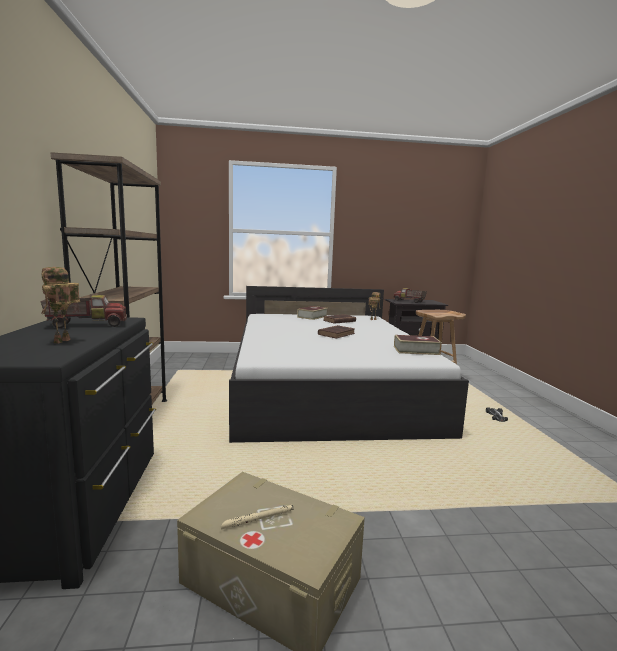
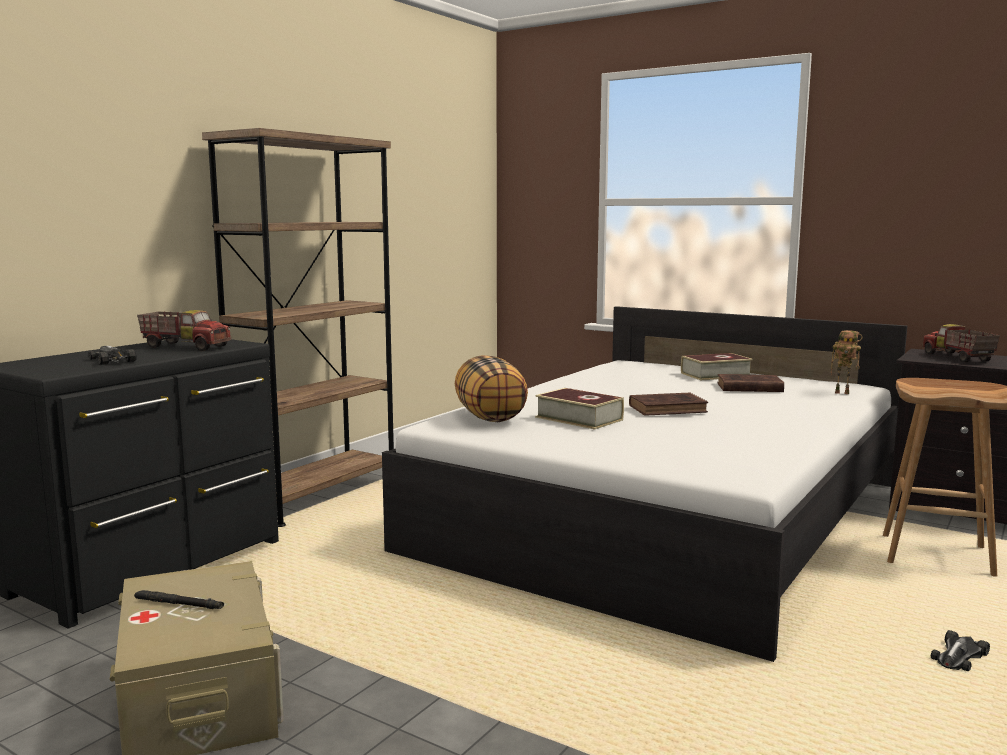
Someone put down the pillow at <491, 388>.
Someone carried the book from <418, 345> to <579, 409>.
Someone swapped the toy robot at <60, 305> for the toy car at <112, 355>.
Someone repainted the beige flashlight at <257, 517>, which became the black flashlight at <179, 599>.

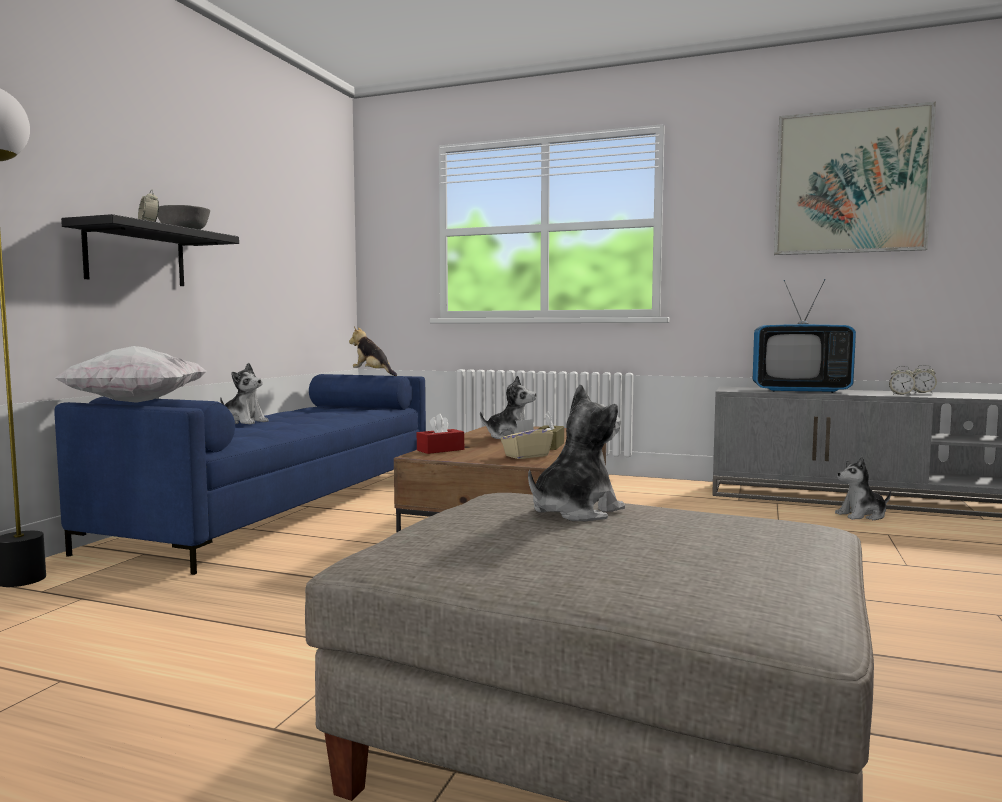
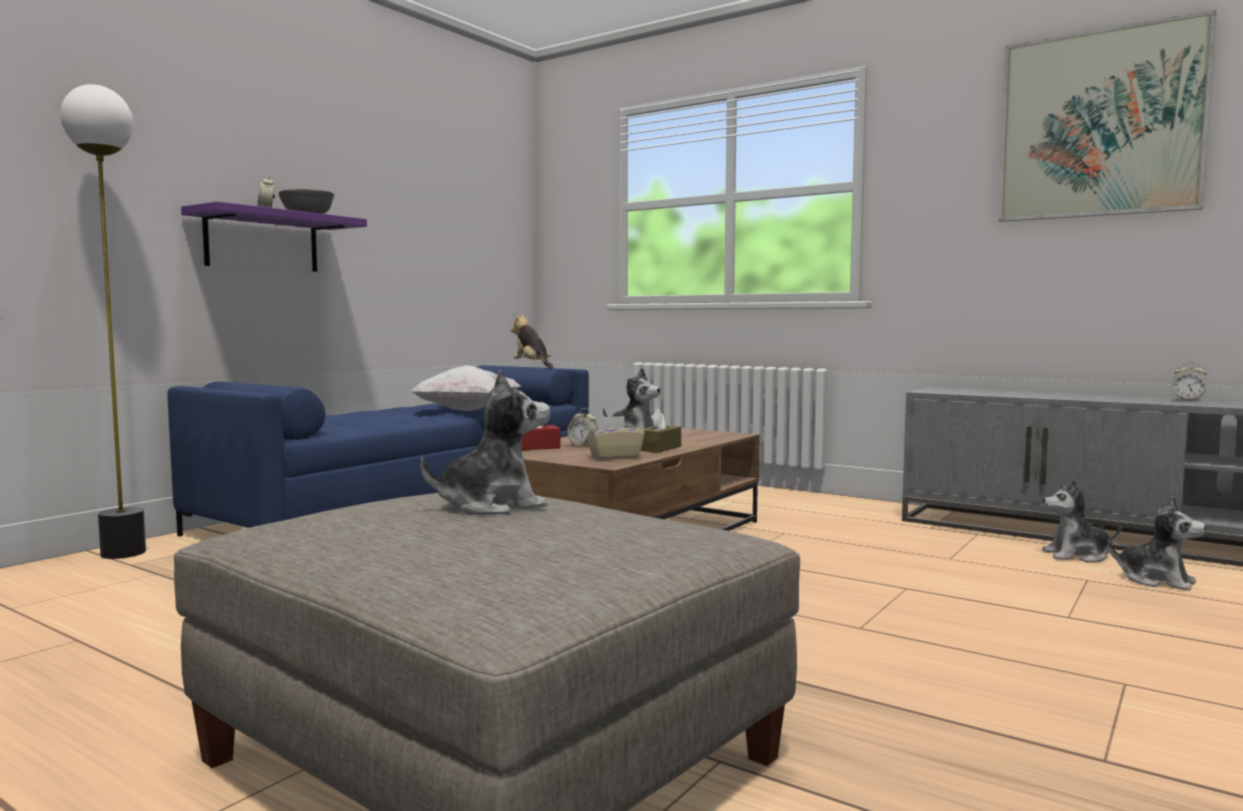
Someone took away the television at <804, 336>.
Someone carried the white pillow from <131, 374> to <465, 388>.
Someone carried the plush toy from <244, 393> to <1157, 543>.
Someone carried the alarm clock from <902, 380> to <583, 427>.
Someone repainted the black shelf at <150, 250>, which became the purple shelf at <274, 236>.

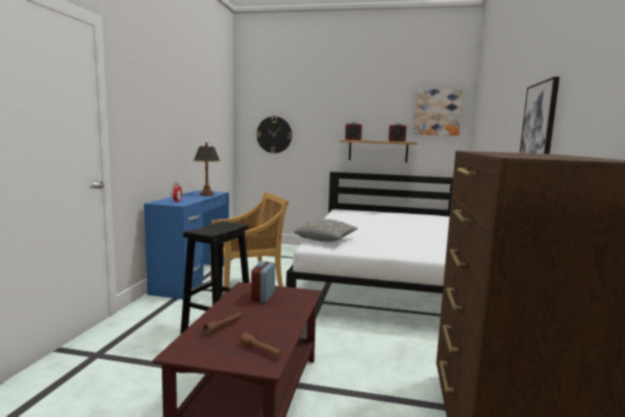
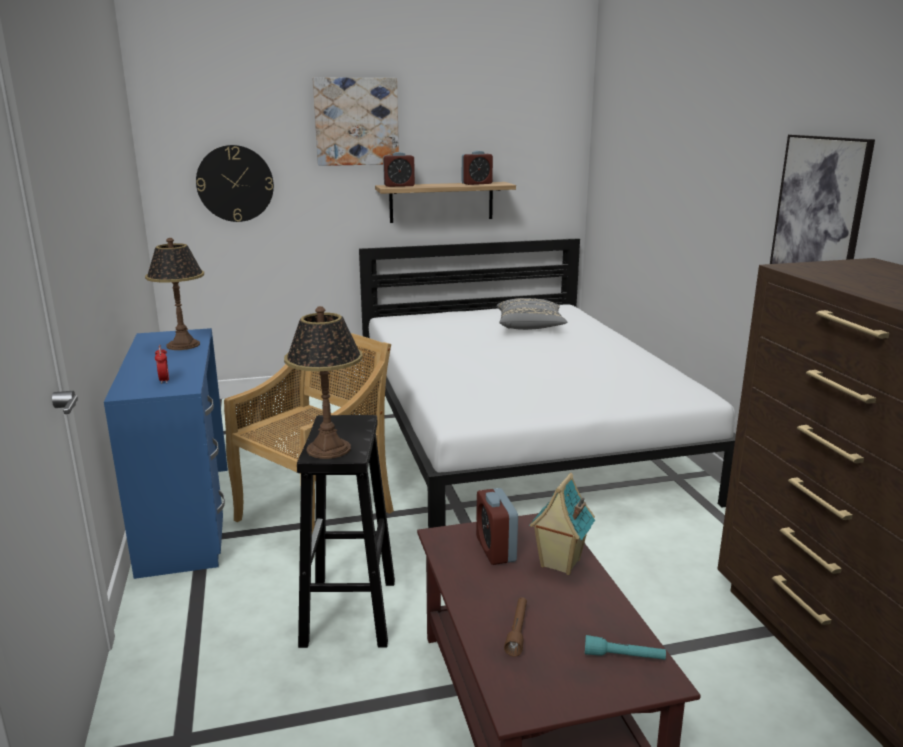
Someone put down the table lamp at <323, 382>.
Someone put down the toy house at <562, 524>.
Someone carried the grey pillow from <326, 230> to <532, 314>.
Someone carried the picture from <438, 112> to <355, 121>.
Someone repainted the brown flashlight at <261, 345>, which became the turquoise flashlight at <625, 647>.

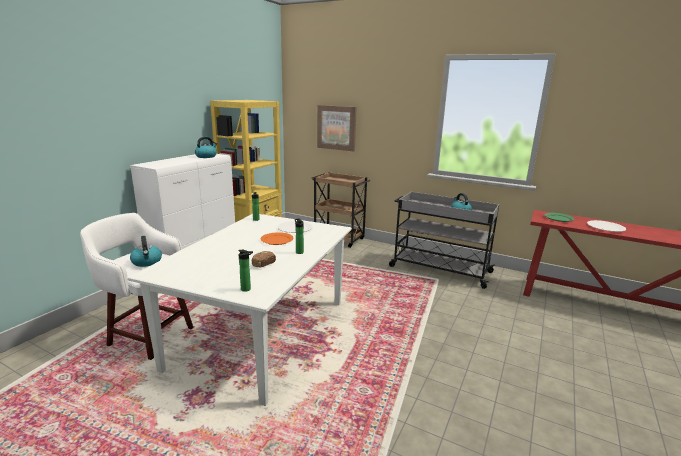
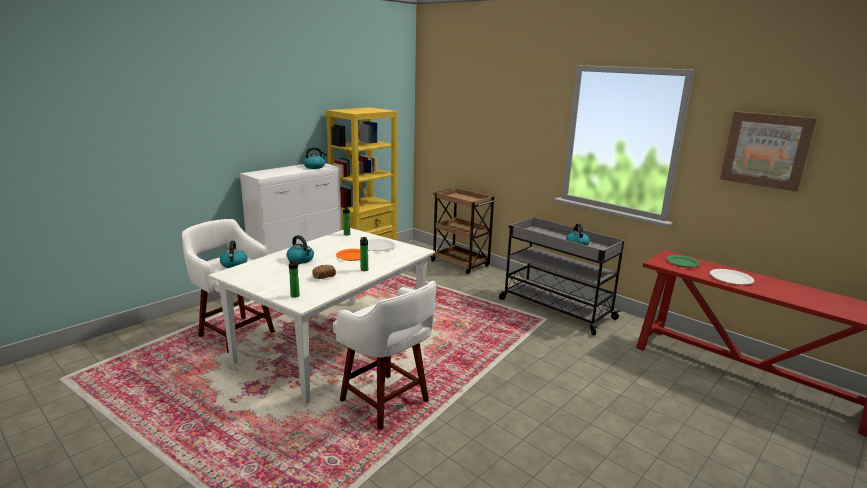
Someone put down the kettle at <300, 249>.
Someone put down the white stool at <384, 355>.
Someone carried the picture from <337, 128> to <768, 151>.

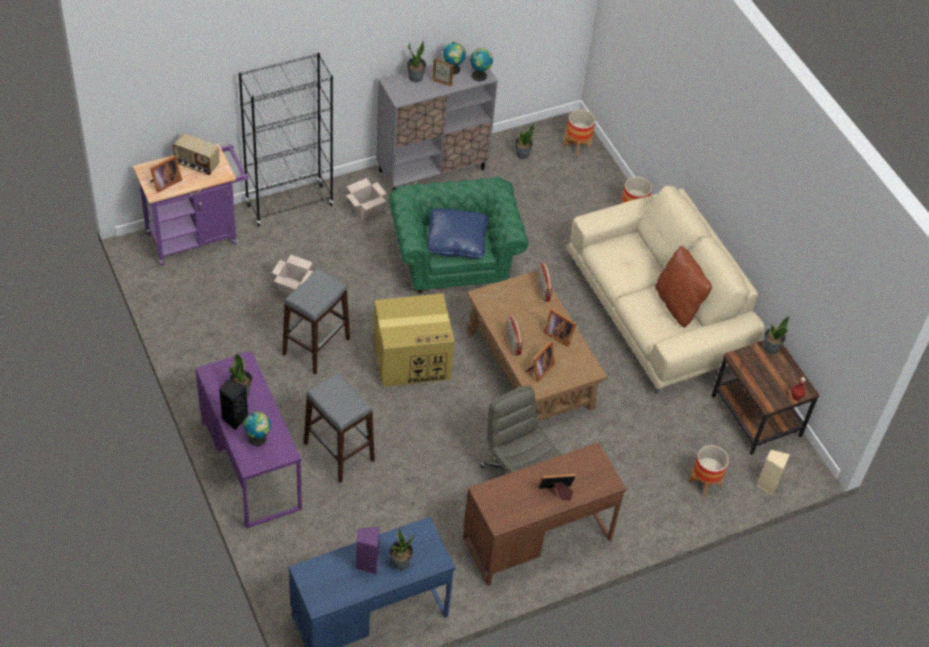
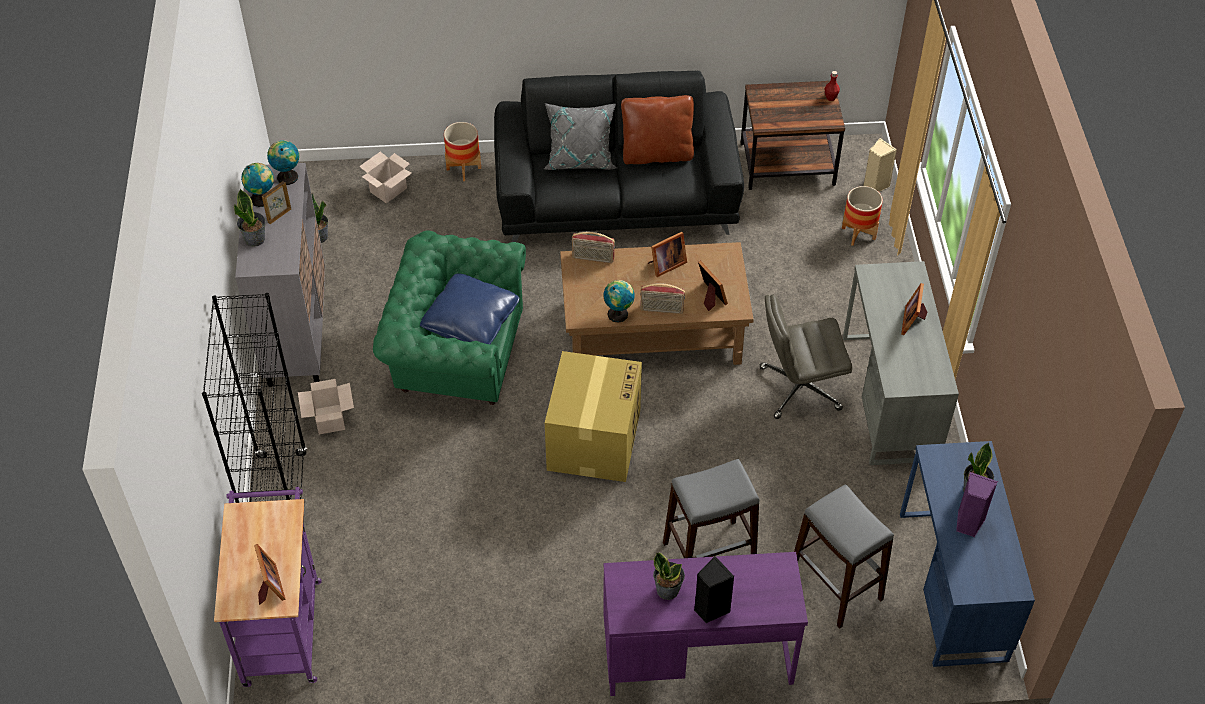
Someone took away the radio at <196, 154>.
Someone took away the planter at <579, 133>.
Someone took away the potted plant at <776, 335>.
Someone put down the grey pillow at <580, 136>.
Someone carried the globe from <257, 428> to <619, 301>.
Someone carried the cardboard box from <293, 275> to <385, 178>.
Someone carried the grey stool from <316, 321> to <844, 556>.
Someone repainted the brown desk at <544, 514>, which became the grey desk at <901, 363>.
Someone repainted the beige sofa at <666, 290>, which became the black sofa at <619, 156>.

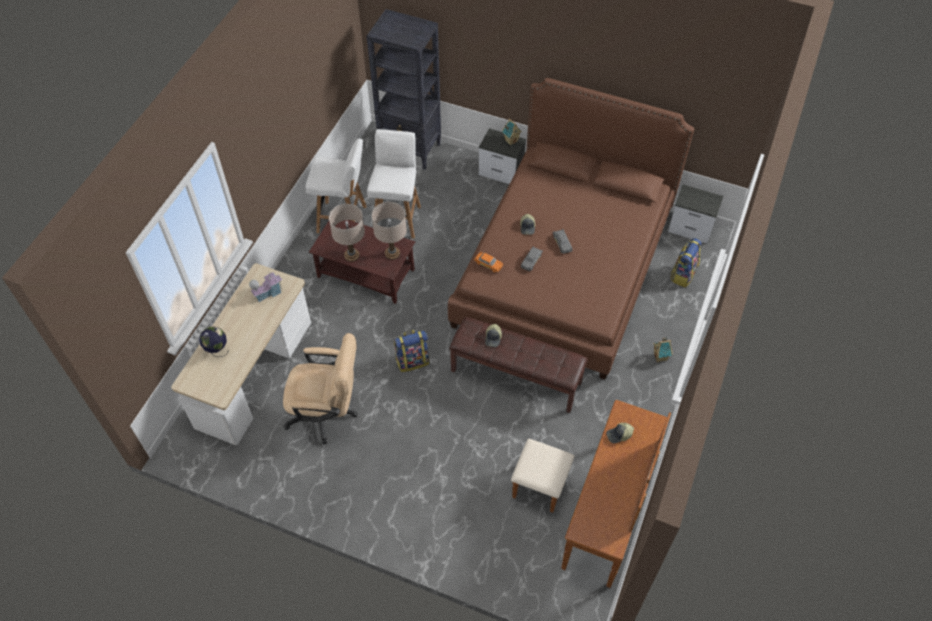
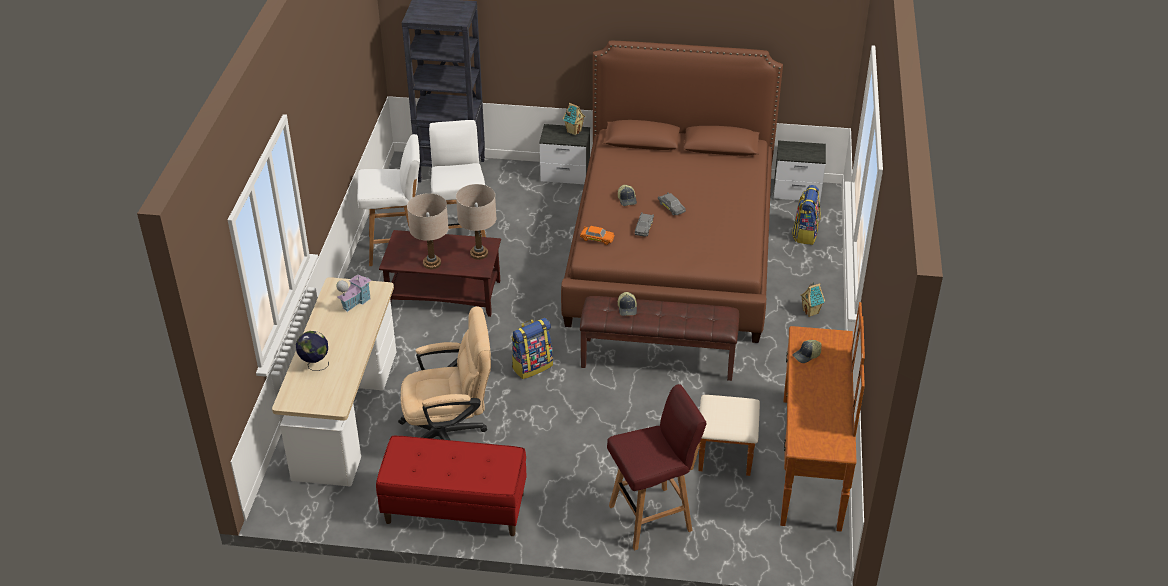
Someone put down the red bench at <451, 486>.
Someone put down the red stool at <657, 467>.

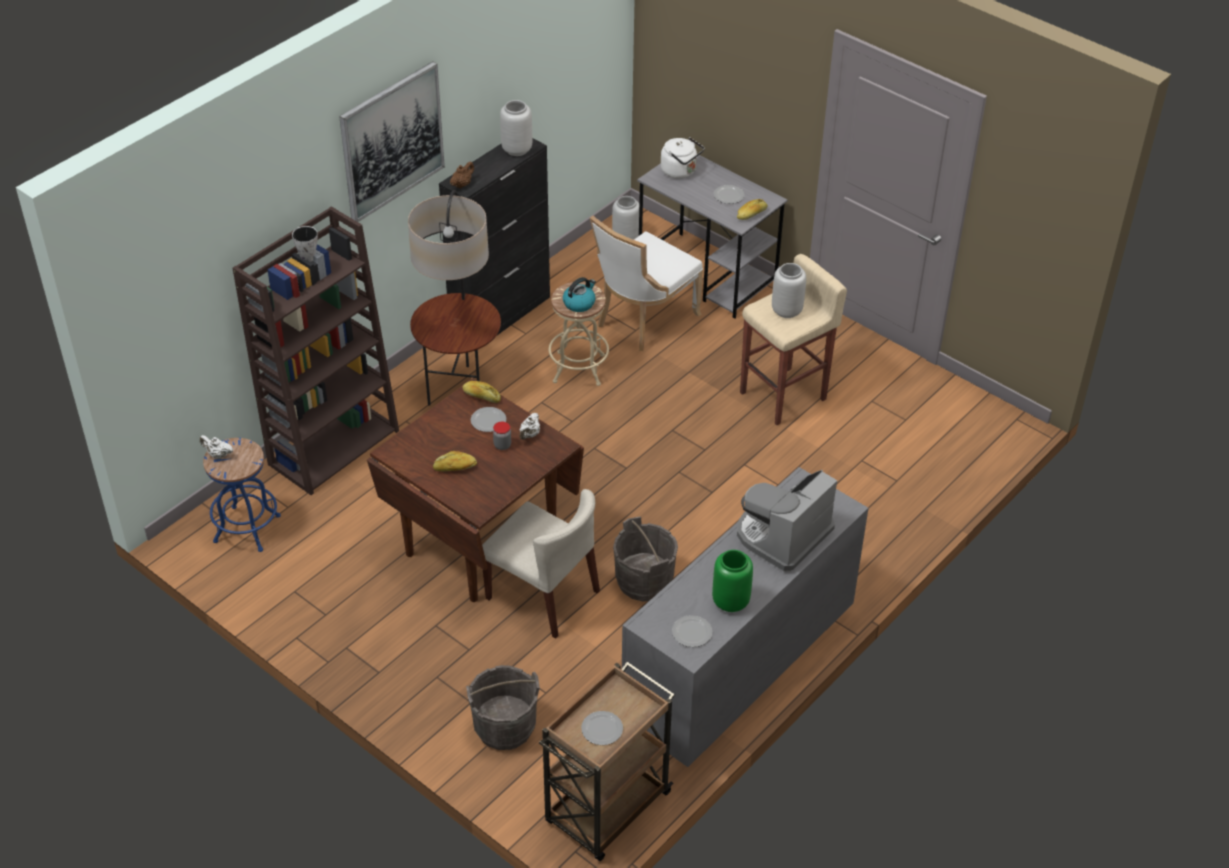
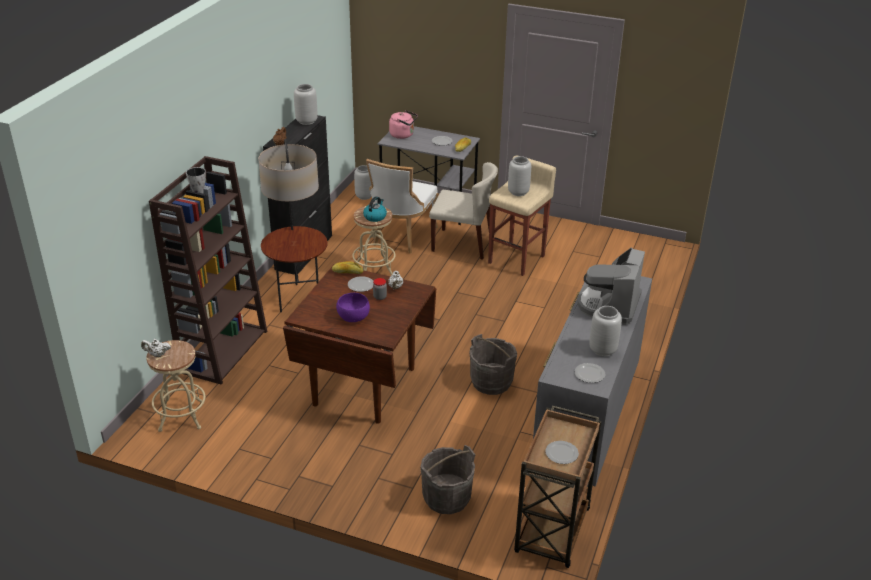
Someone took away the picture at <392, 142>.
Someone carried the beige chair from <541, 564> to <463, 211>.
Someone swapped the bread at <455, 461> for the purple bowl at <353, 307>.
Someone repainted the blue stool at <242, 495>, which became the beige stool at <176, 386>.
Someone repainted the white kettle at <683, 158>, which became the pink kettle at <403, 124>.
Someone repainted the green vase at <732, 581>, which became the grey vase at <605, 331>.

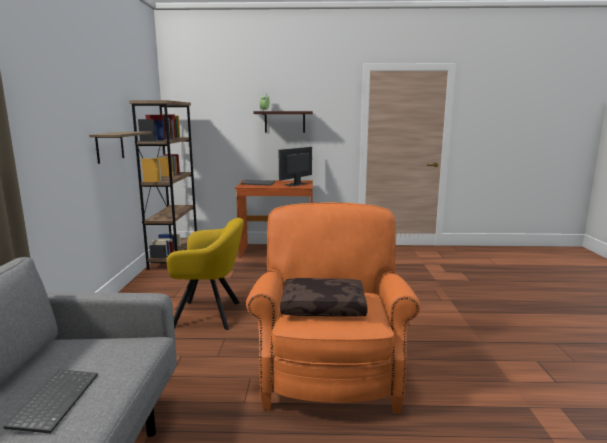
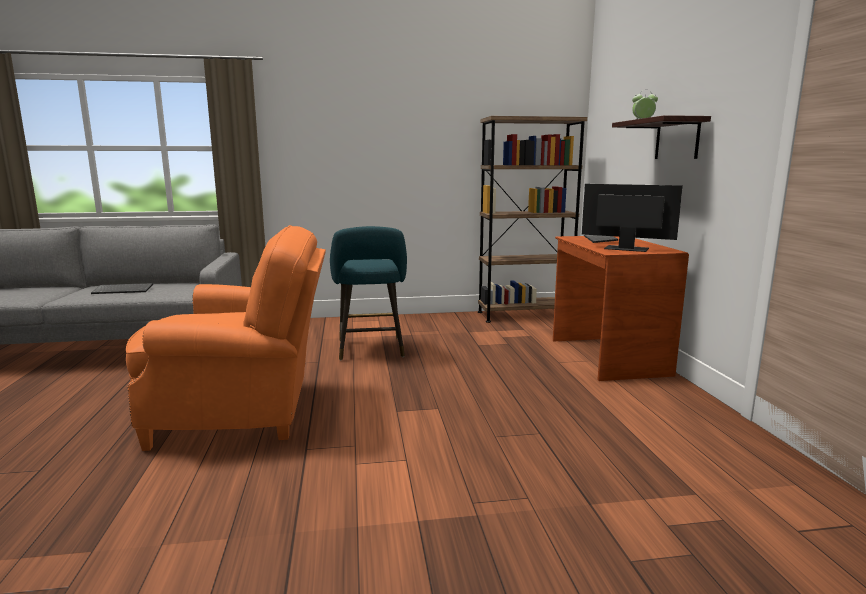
Someone took away the shelf at <120, 147>.
Someone took away the brown pillow at <324, 297>.
Someone swapped the yellow armchair at <205, 274> for the turquoise stool at <368, 293>.

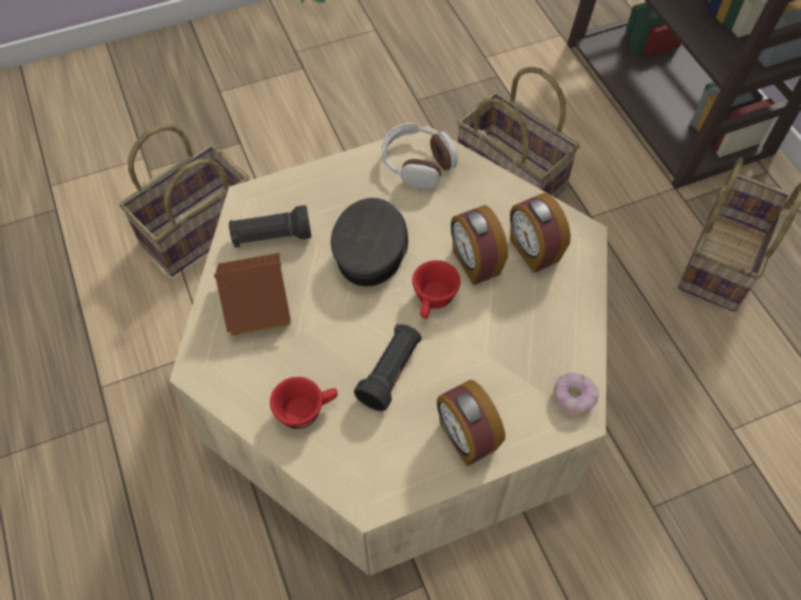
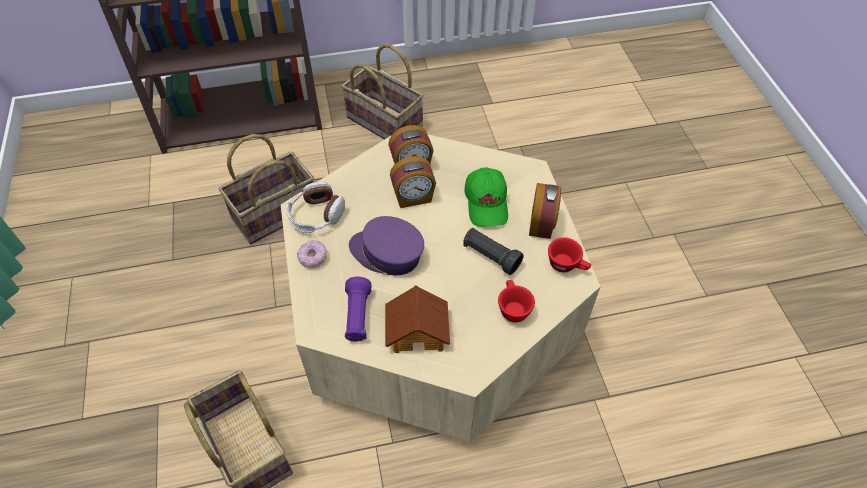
Someone put down the green cap at <486, 197>.
Someone carried the red cup from <436, 289> to <569, 255>.
Someone carried the donut from <575, 394> to <312, 254>.
Someone repainted the black flashlight at <270, 226>, which became the purple flashlight at <358, 309>.
Someone repainted the grey cap at <369, 242>, which became the purple cap at <386, 245>.
Someone rotated the alarm clock at <471, 423> by 60 degrees counterclockwise.

